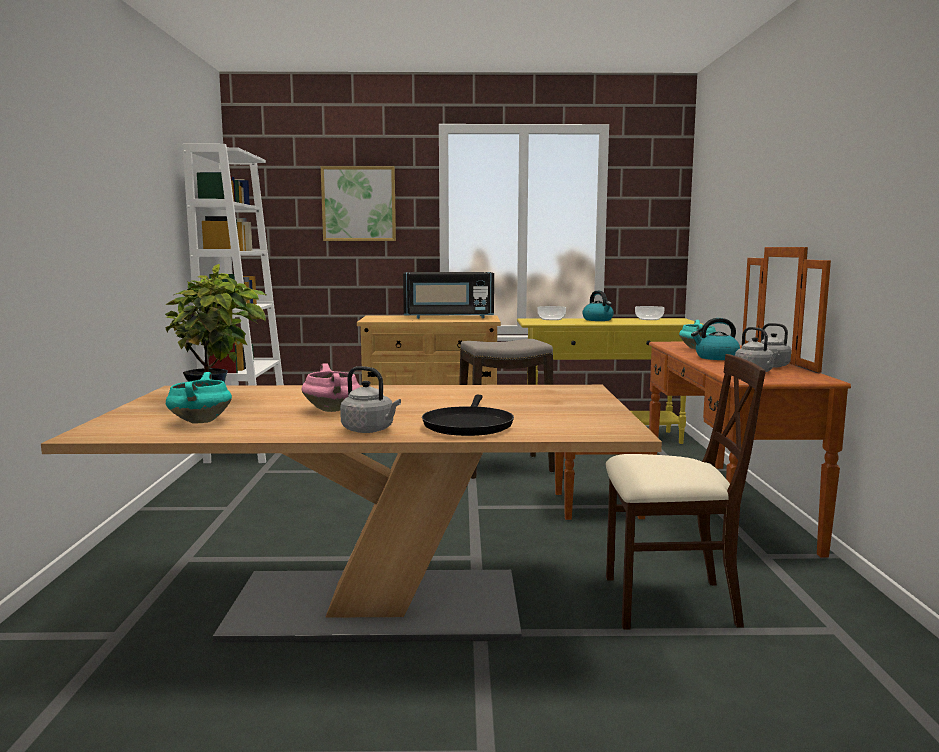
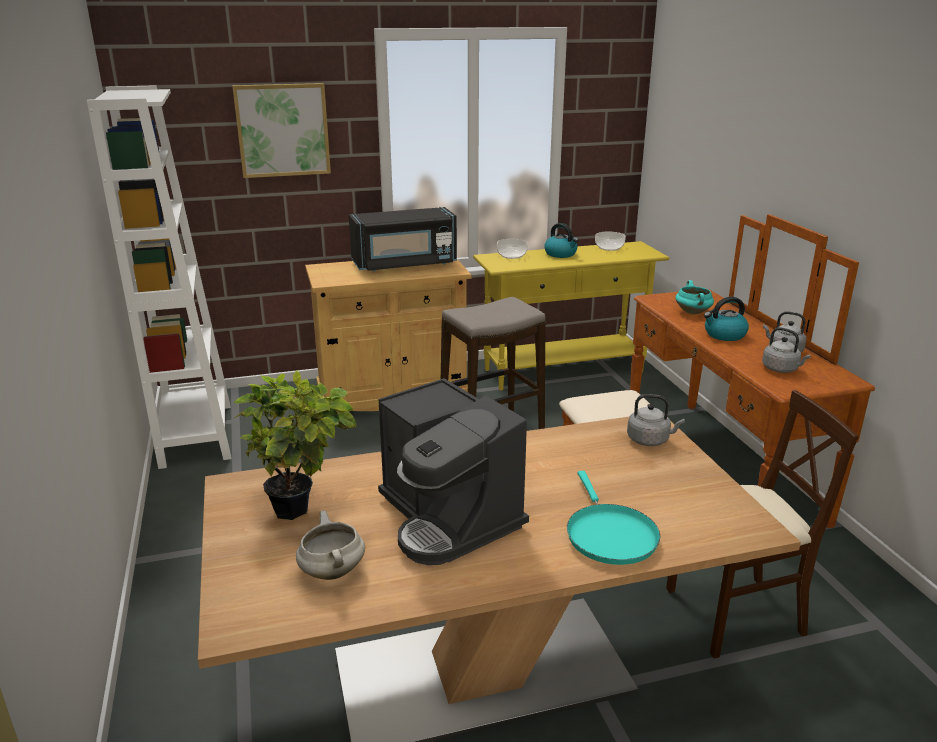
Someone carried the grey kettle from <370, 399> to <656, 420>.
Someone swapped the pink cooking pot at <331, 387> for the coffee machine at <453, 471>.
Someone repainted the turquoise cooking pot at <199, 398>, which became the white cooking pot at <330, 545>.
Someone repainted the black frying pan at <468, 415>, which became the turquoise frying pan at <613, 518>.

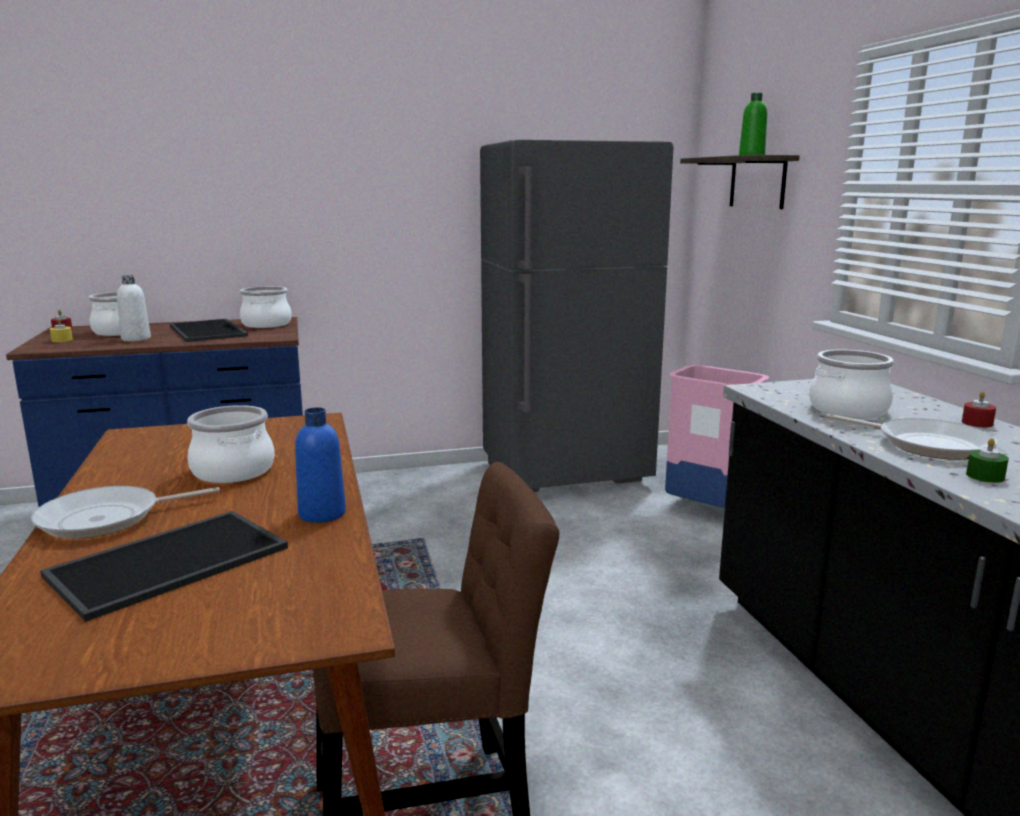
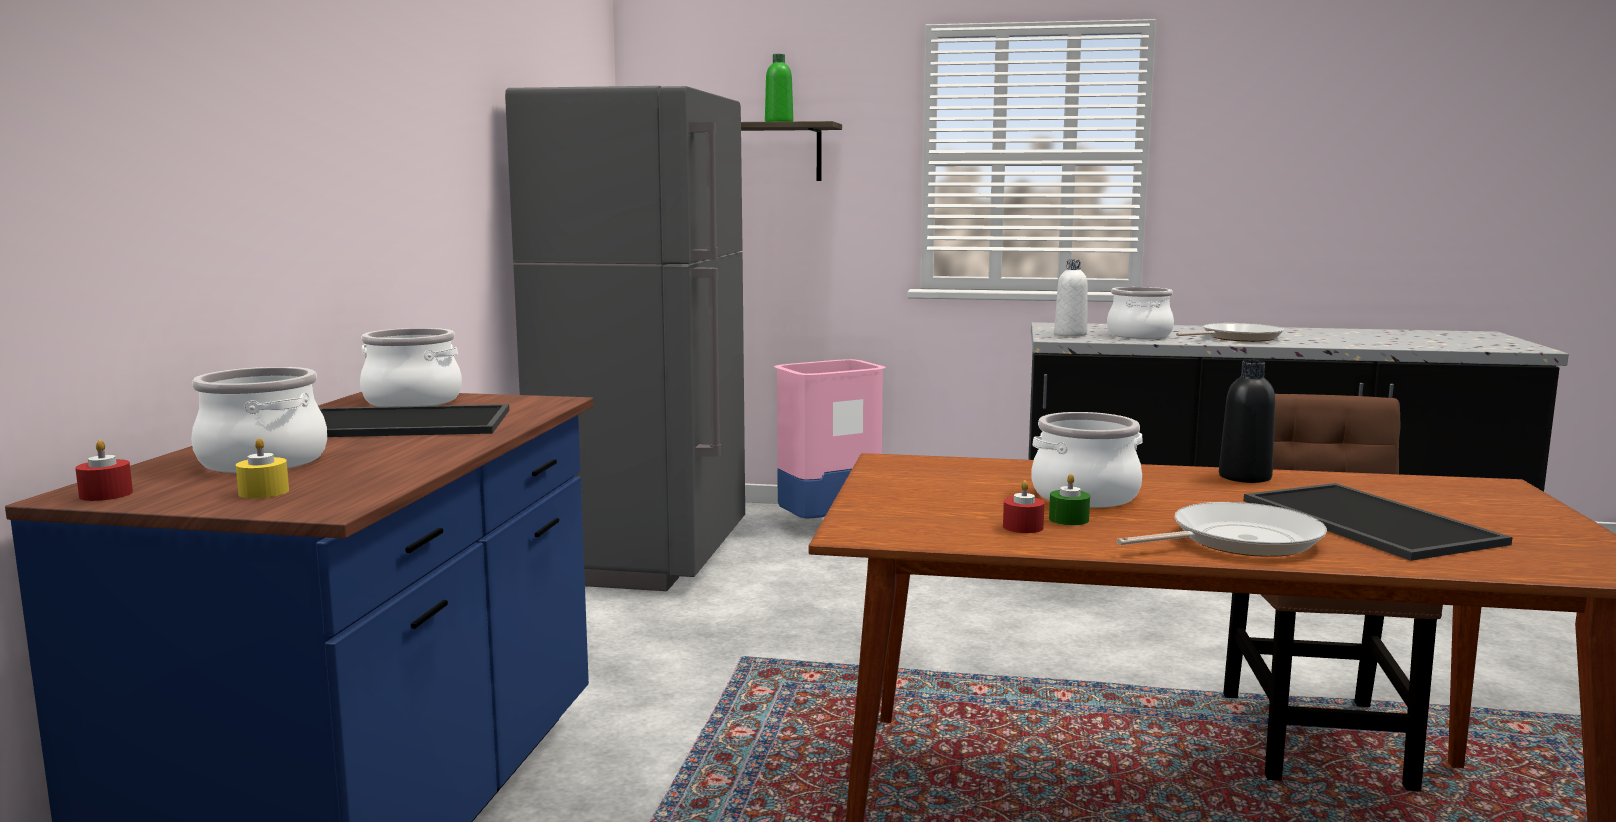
Someone carried the white bottle from <134, 308> to <1071, 298>.
Someone carried the red candle from <979, 409> to <1024, 506>.
Someone carried the green candle from <987, 460> to <1069, 499>.
Someone repainted the blue bottle at <320, 465>, which became the black bottle at <1247, 421>.
Someone rotated the frying pan at <125, 512> by 105 degrees counterclockwise.

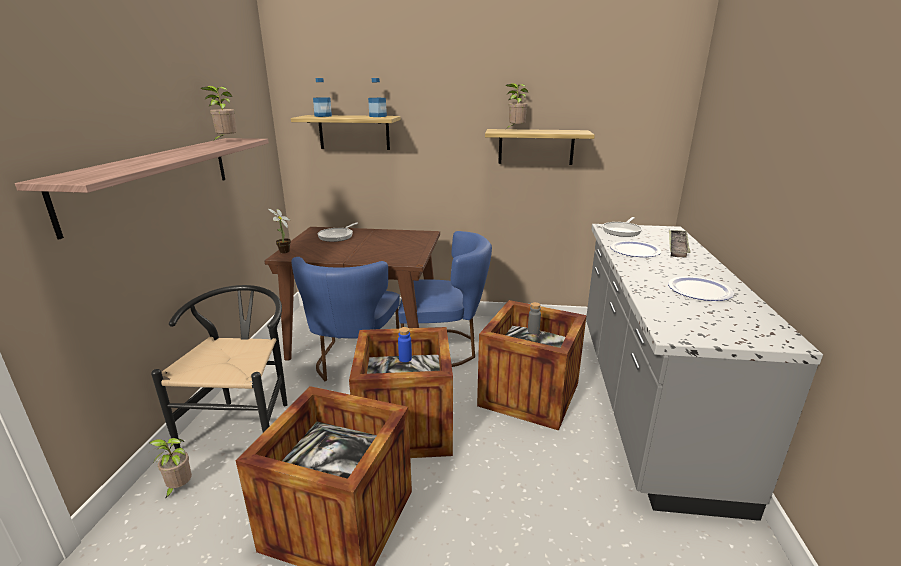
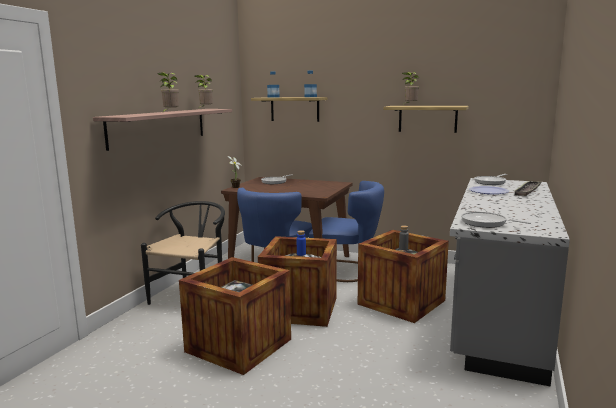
Someone took away the plate at <701, 288>.
Someone put down the frying pan at <496, 220>.
Someone carried the potted plant from <170, 468> to <168, 92>.

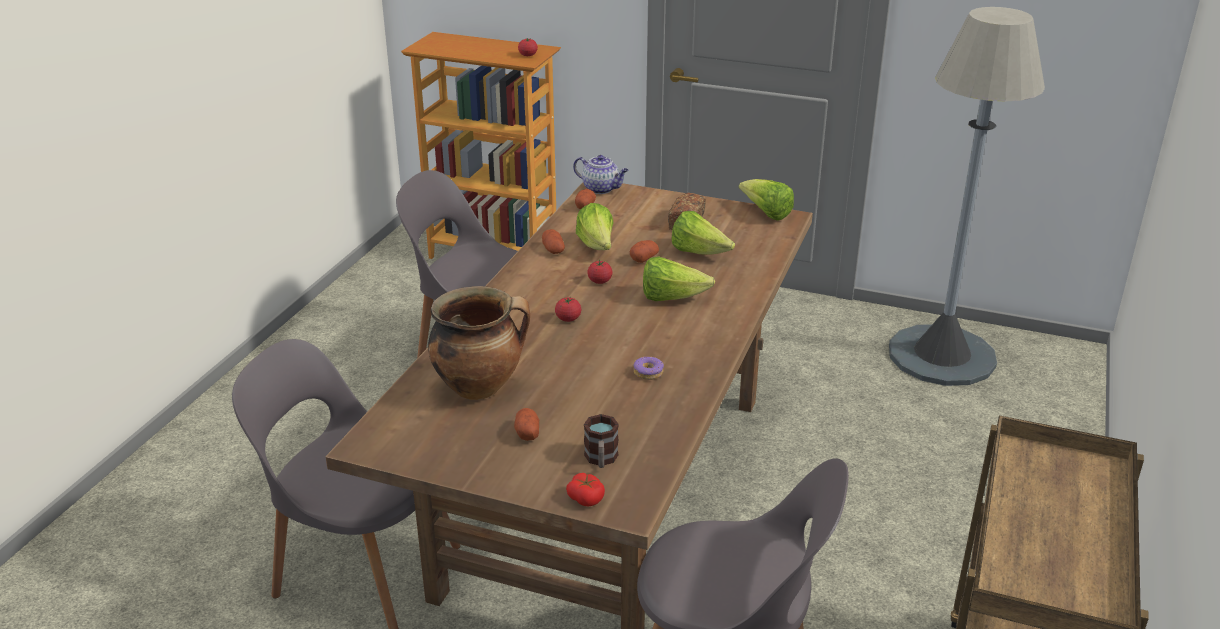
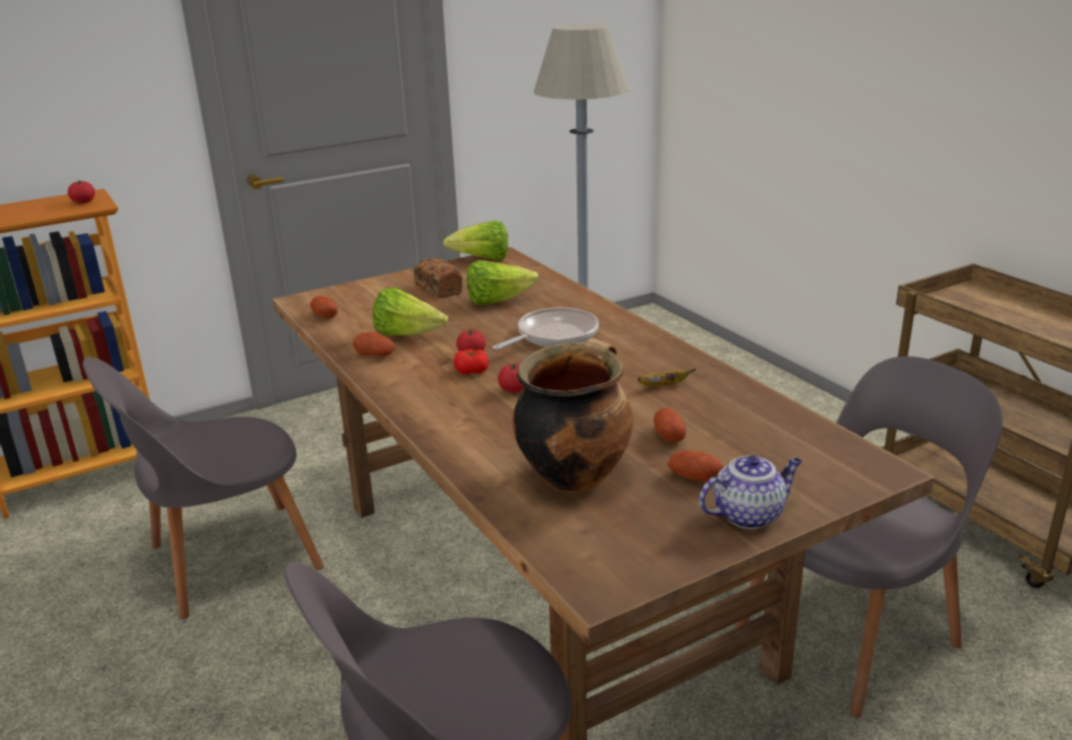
Someone took away the mug at <601, 441>.
Someone carried the tomato from <585, 490> to <471, 361>.
Someone carried the teapot from <600, 174> to <750, 492>.
Someone carried the potato from <644, 251> to <670, 425>.
Someone swapped the donut at <648, 368> for the banana at <667, 377>.
Someone swapped the lettuce at <679, 278> for the frying pan at <546, 328>.

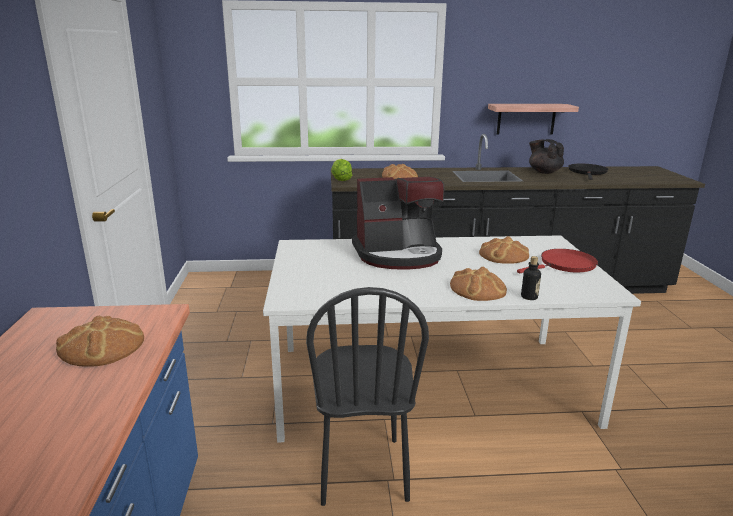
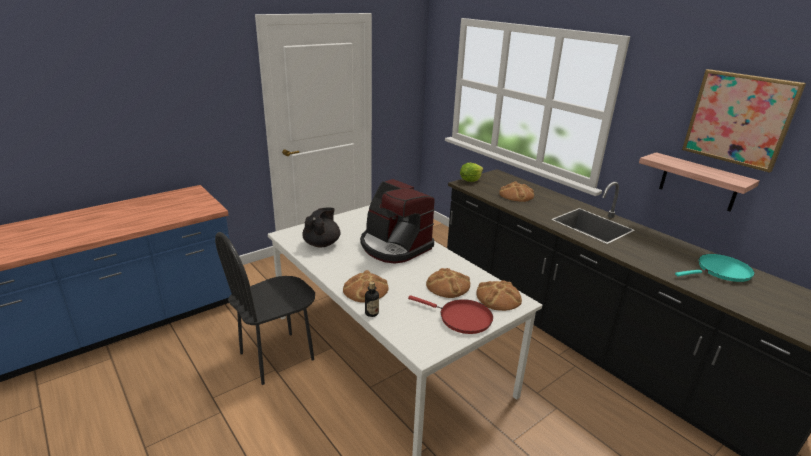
Someone put up the picture at <744, 121>.
Someone carried the bread from <100, 341> to <499, 295>.
Someone carried the black teapot from <546, 156> to <321, 227>.
Someone repainted the black frying pan at <588, 172>, which became the turquoise frying pan at <715, 268>.

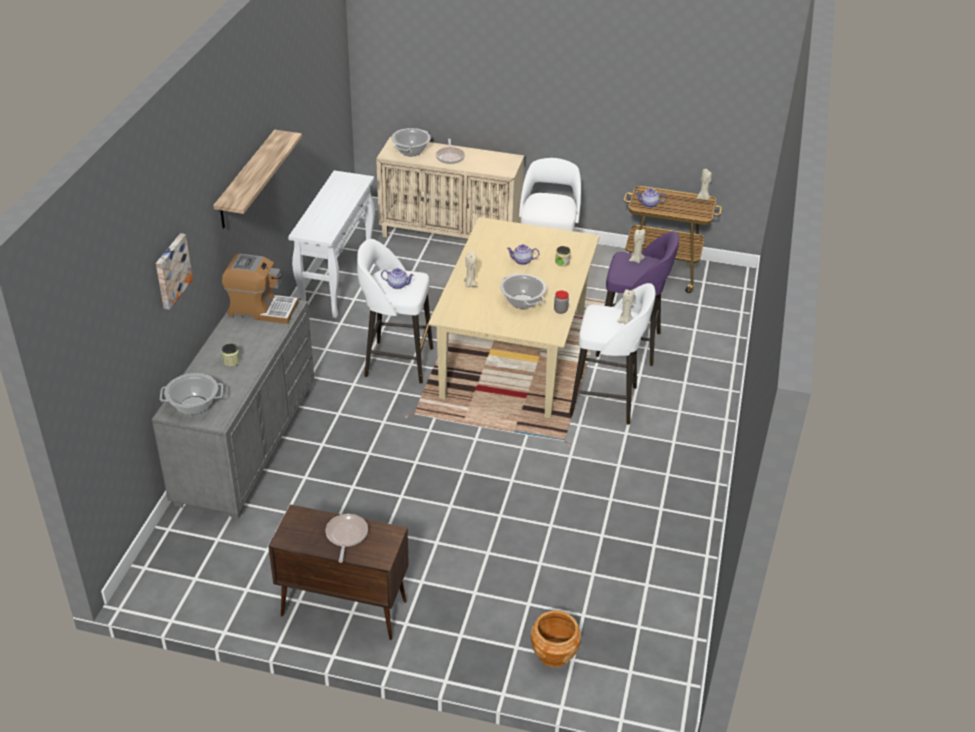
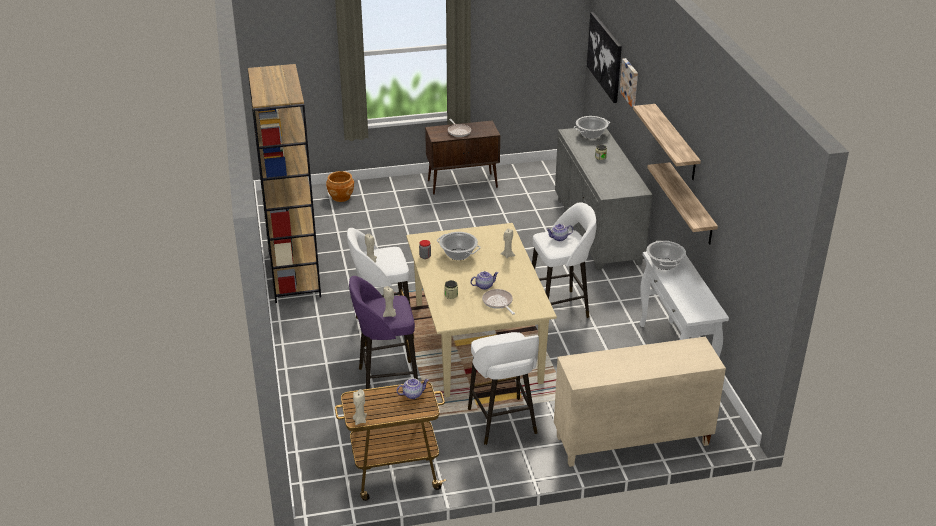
Someone took away the coffee machine at <260, 289>.
Someone put down the brown bookcase at <284, 183>.
Someone put up the picture at <604, 57>.
Someone put up the shelf at <682, 203>.
Someone carried the cooking pot from <411, 142> to <666, 255>.
Someone carried the frying pan from <450, 151> to <498, 302>.

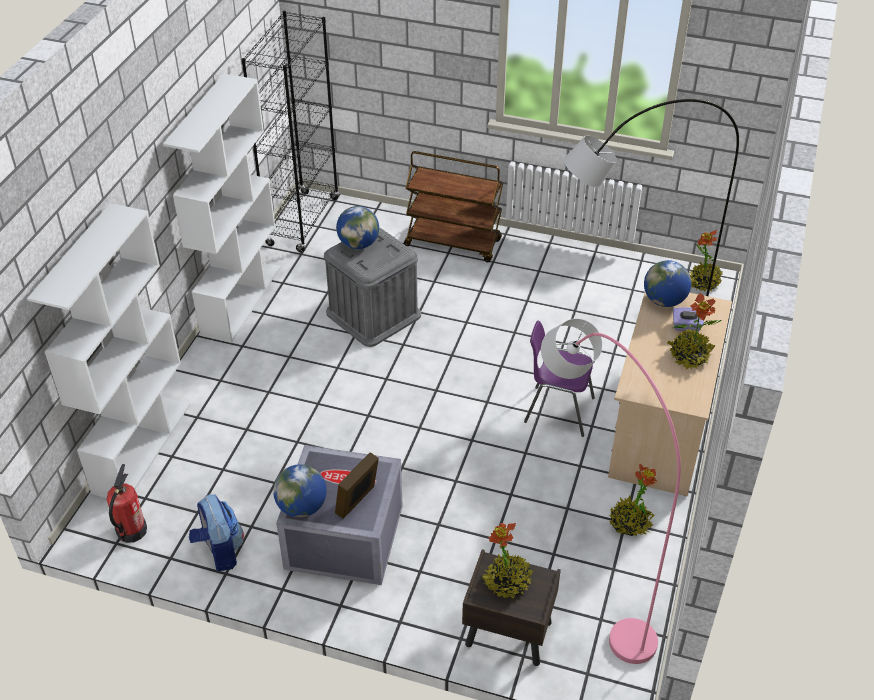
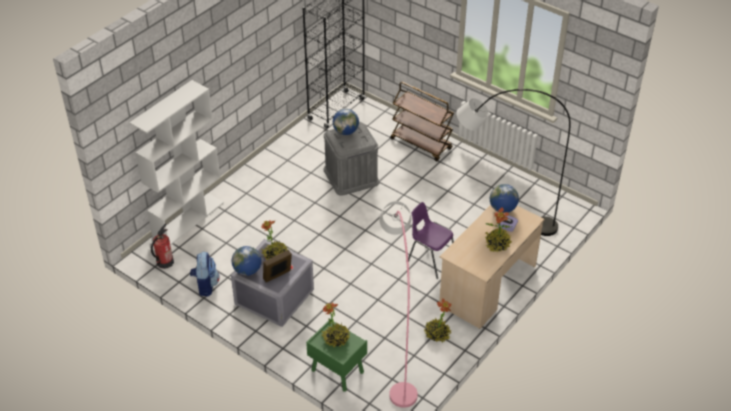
Someone took away the white bookcase at <221, 208>.
Someone carried the potted plant from <705, 261> to <274, 240>.
Someone repainted the brown nightstand at <511, 607>, which became the green nightstand at <336, 355>.

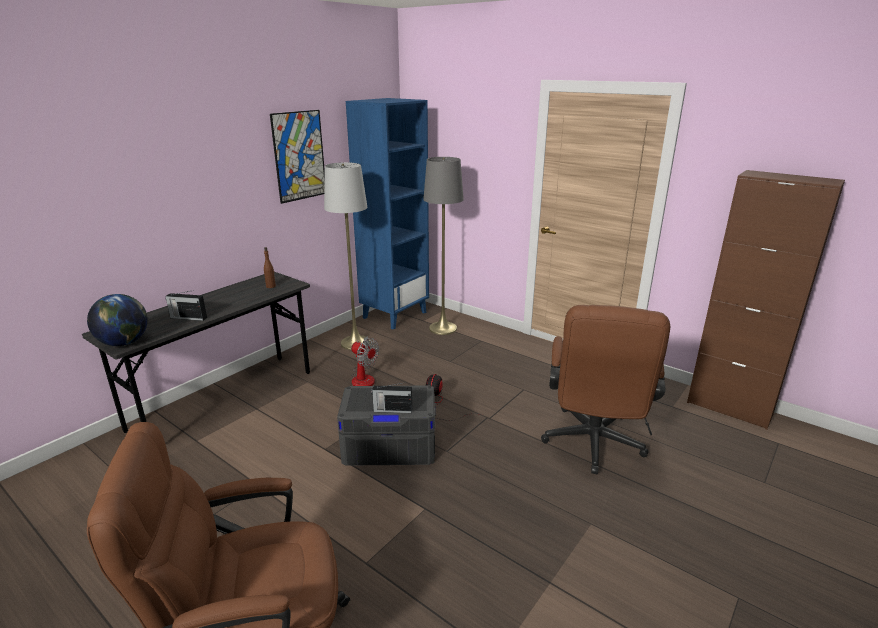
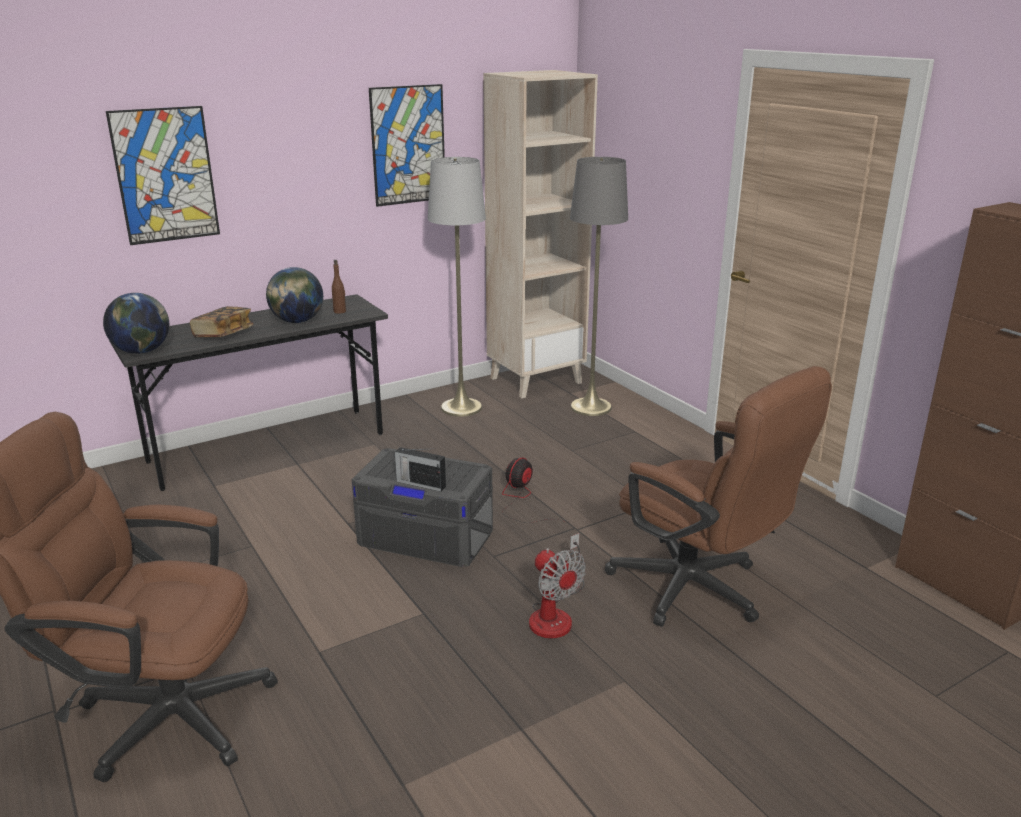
Someone put up the picture at <163, 175>.
Someone put down the globe at <294, 295>.
Someone carried the fan from <365, 361> to <557, 585>.
Someone swapped the radio at <186, 305> for the book at <222, 321>.
Someone repainted the blue bookcase at <387, 213>, which became the beige bookcase at <540, 234>.
Someone rotated the brown office chair at <605, 389> by 75 degrees counterclockwise.

